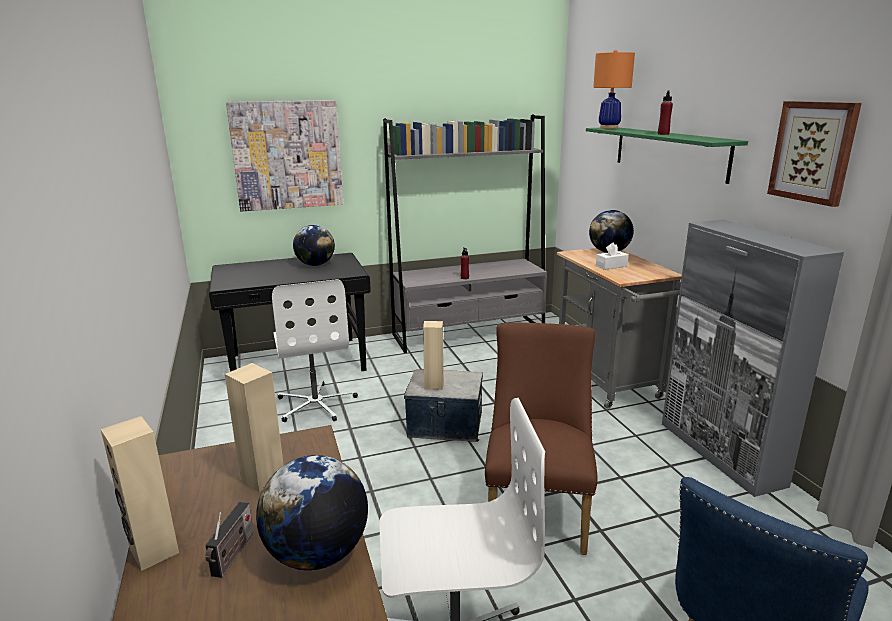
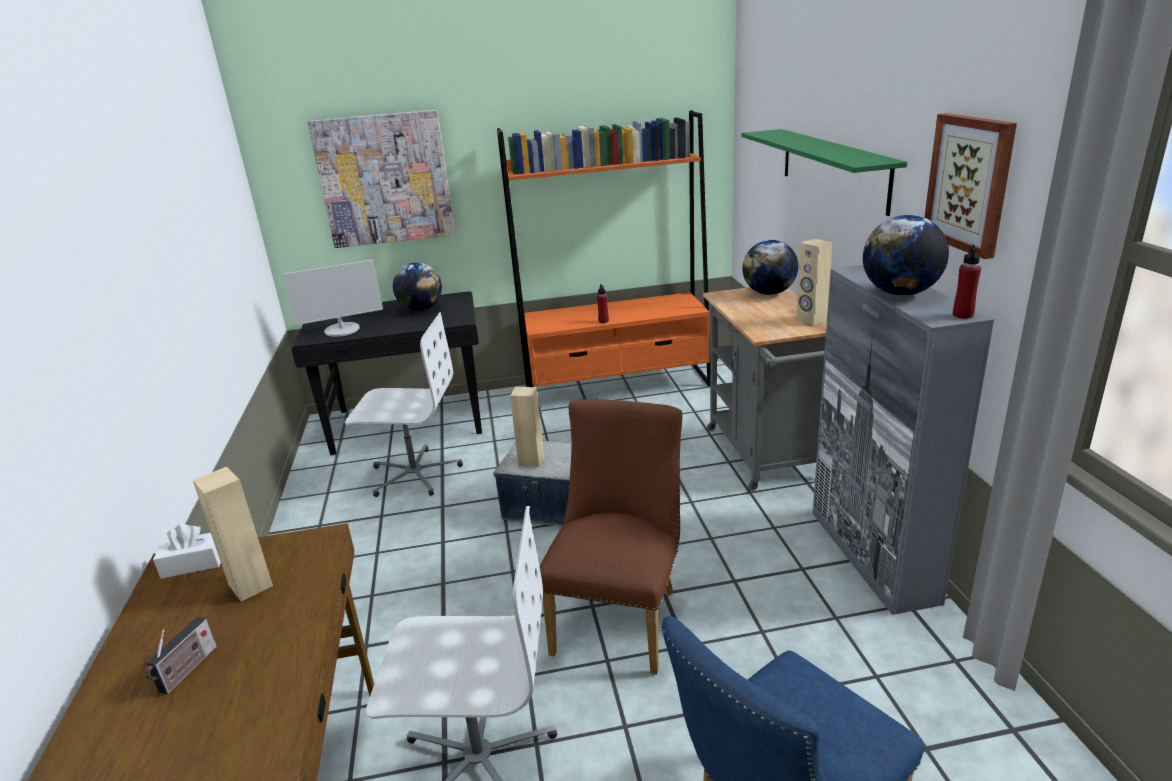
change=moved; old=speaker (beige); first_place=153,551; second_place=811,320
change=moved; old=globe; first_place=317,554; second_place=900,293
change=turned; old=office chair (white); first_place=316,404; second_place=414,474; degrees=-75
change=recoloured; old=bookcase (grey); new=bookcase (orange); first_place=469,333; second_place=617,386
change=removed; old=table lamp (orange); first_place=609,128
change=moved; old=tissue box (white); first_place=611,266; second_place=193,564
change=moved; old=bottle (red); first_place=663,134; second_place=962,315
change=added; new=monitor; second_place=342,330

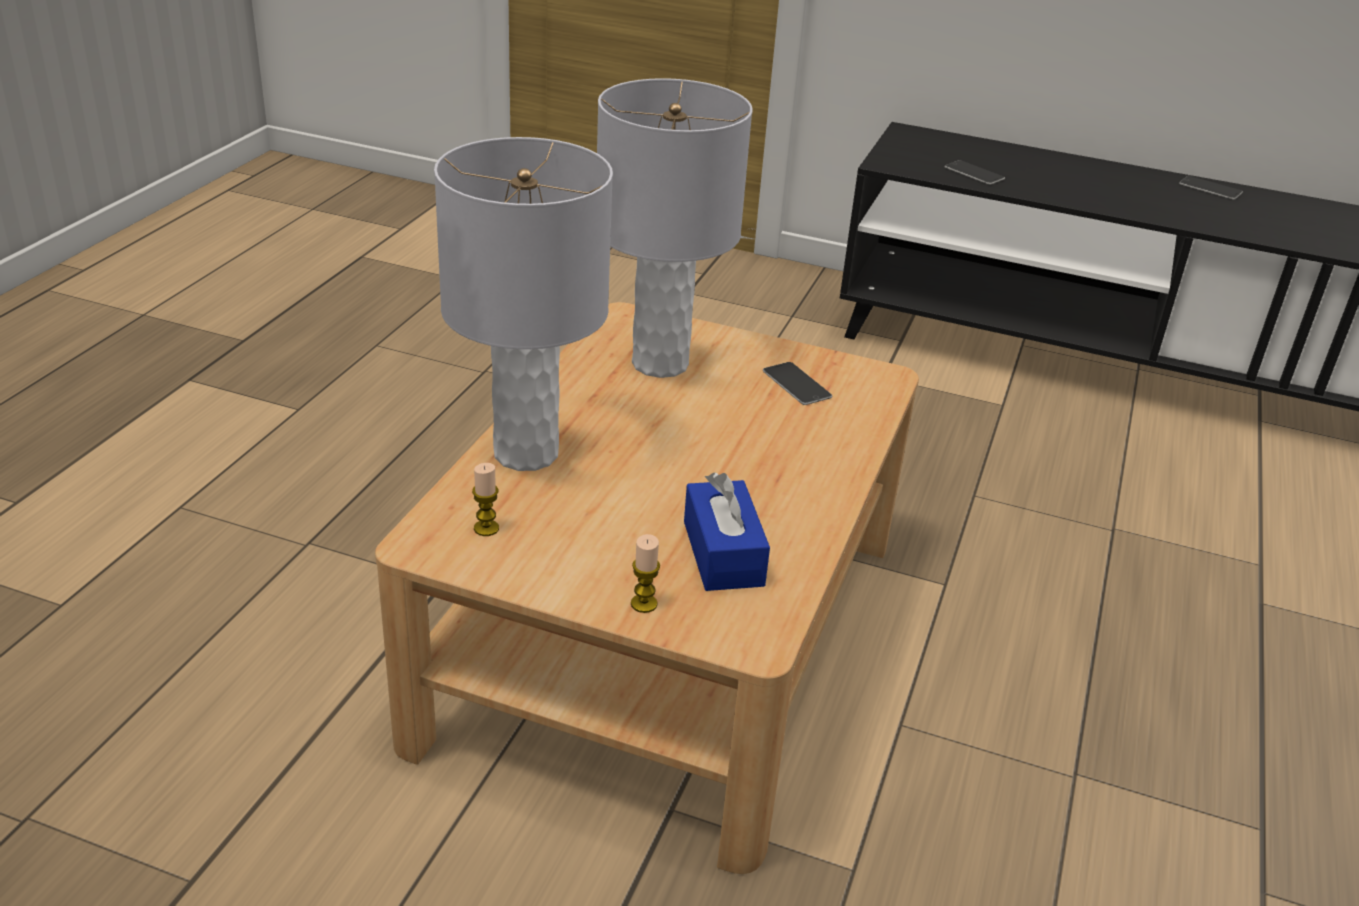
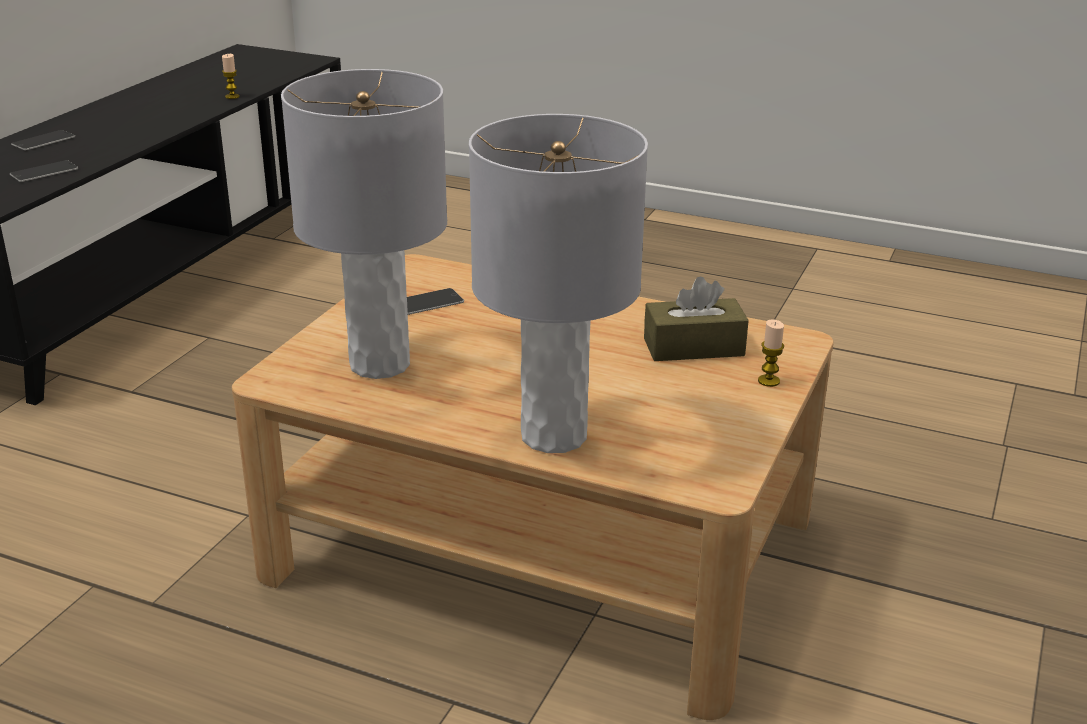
change=moved; old=candle; first_place=486,528; second_place=232,96
change=recoloured; old=tissue box (blue); new=tissue box (brown); first_place=723,553; second_place=693,347
change=moved; old=phone; first_place=1210,188; second_place=43,141

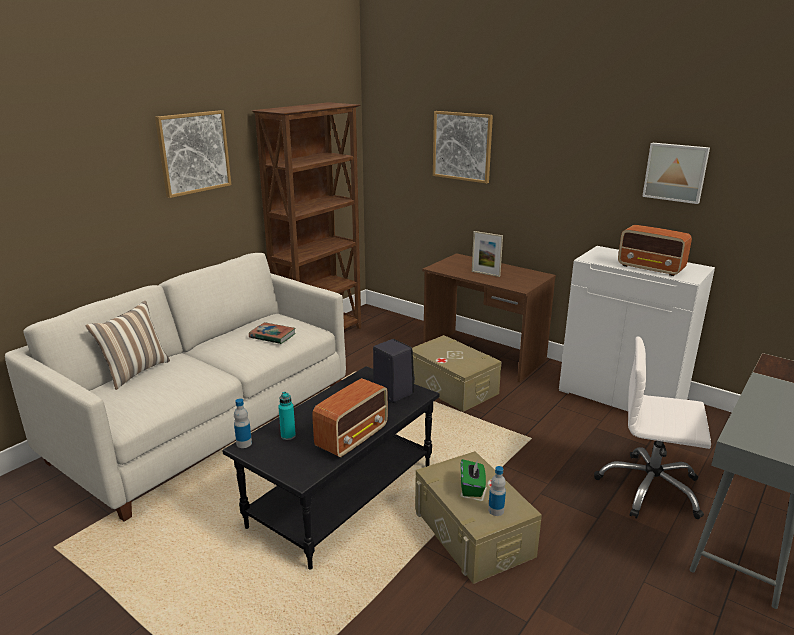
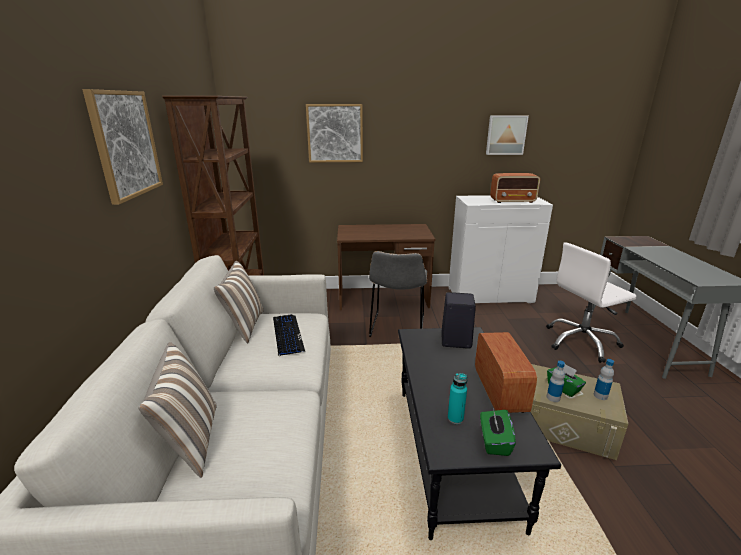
change=moved; old=bottle; first_place=244,443; second_place=553,397
change=replaced; old=book; new=keyboard; first_place=272,336; second_place=287,335
change=replaced; old=storage box (beige); new=chair (grey); first_place=452,387; second_place=397,328
change=removed; old=picture frame; first_place=485,274
change=added; new=pillow; second_place=244,326
change=added; new=tissue box (green); second_place=494,442

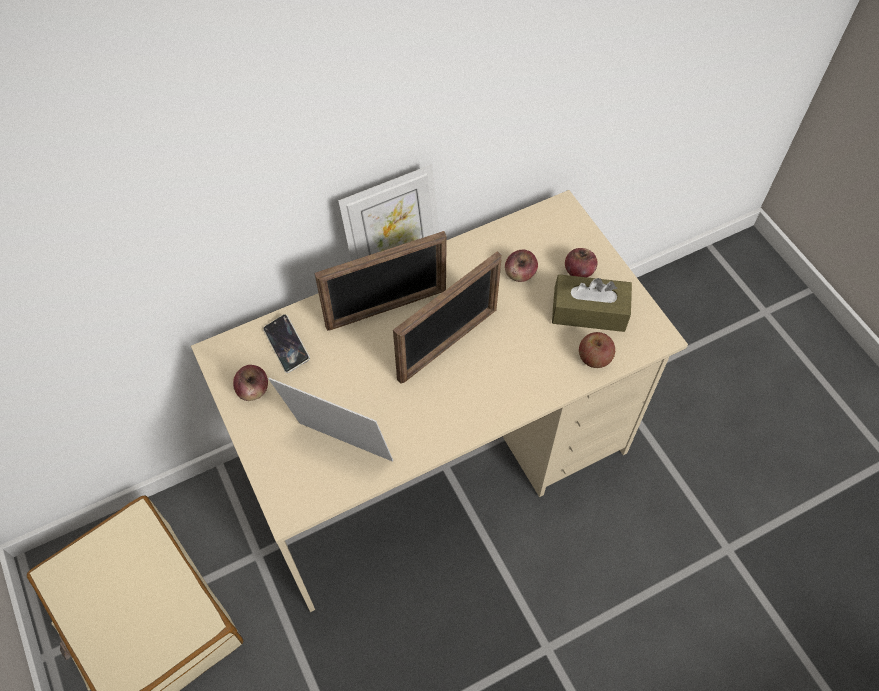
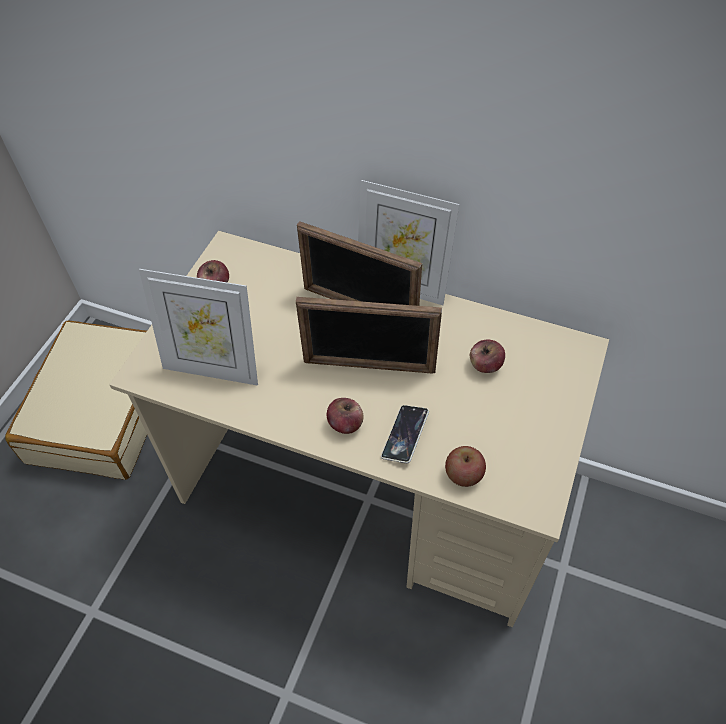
change=moved; old=phone; first_place=286,345; second_place=405,436
change=turned; old=picture frame; first_place=341,450; second_place=213,368; degrees=120
change=removed; old=tissue box (brown); first_place=589,312
change=moved; old=apple; first_place=579,271; second_place=345,424

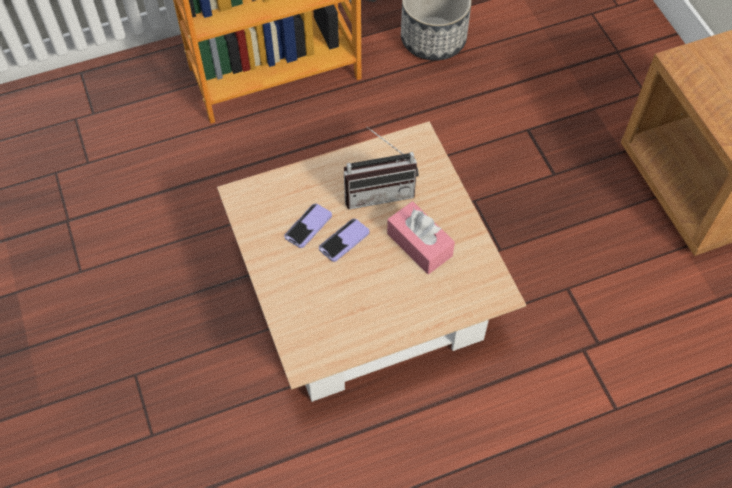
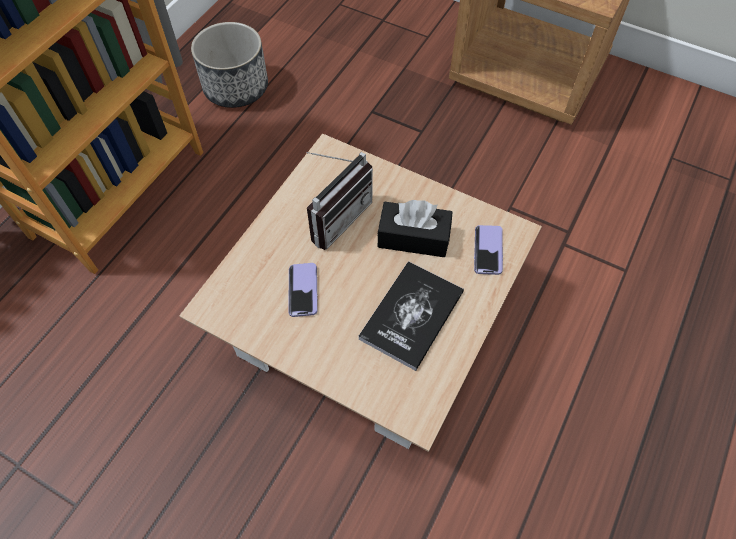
change=moved; old=phone; first_place=344,241; second_place=488,250
change=recoloured; old=tissue box (pink); new=tissue box (black); first_place=419,244; second_place=413,237
change=added; new=book; second_place=411,315

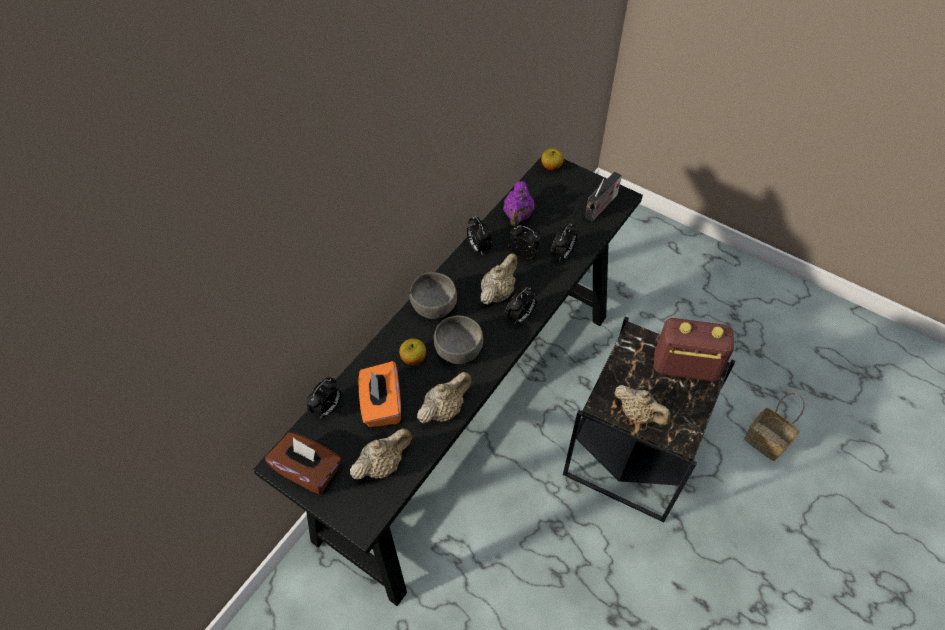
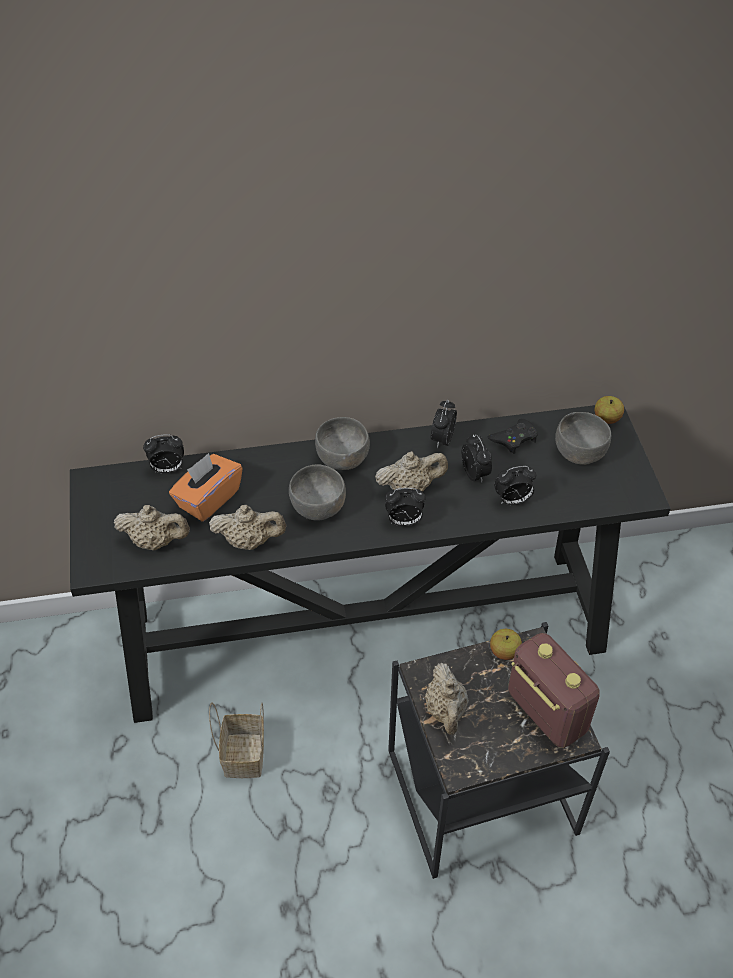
change=removed; old=tissue box (brown); first_place=308,471
change=moved; old=apple; first_place=413,358; second_place=504,652
change=replaced; old=teapot (purple); new=game controller (black); first_place=518,216; second_place=514,439
change=removed; old=radio; first_place=600,208
change=moved; old=basket; first_place=764,441; second_place=243,754
change=added; new=bowl (grey); second_place=579,452

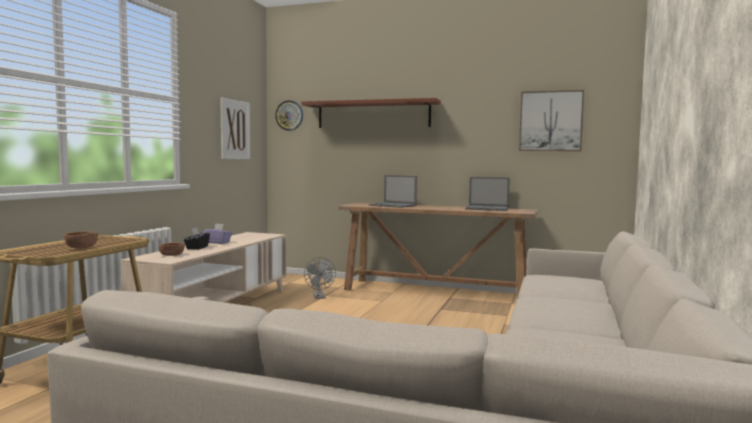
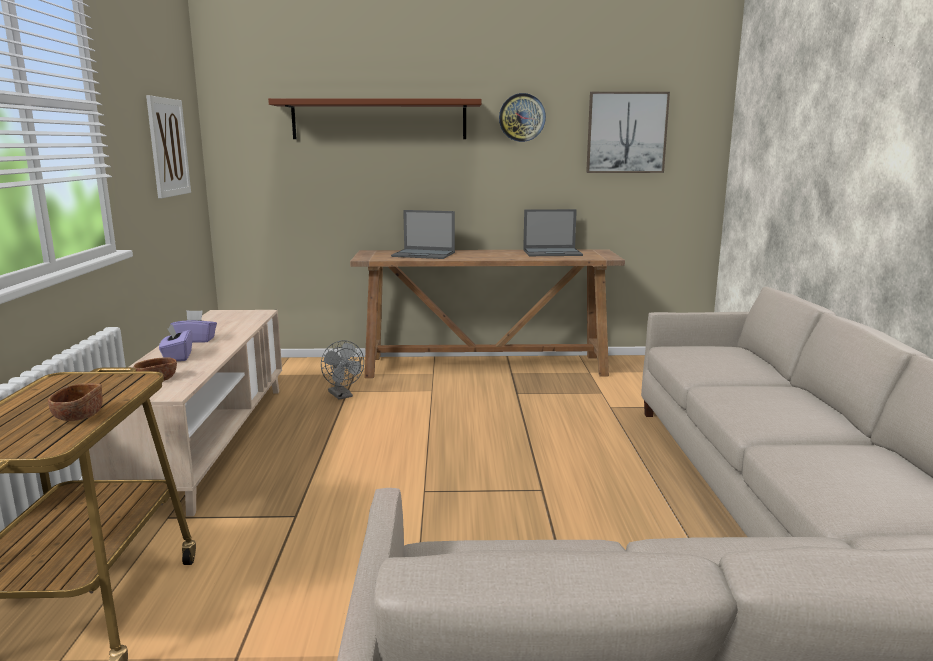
change=recoloured; old=tissue box (black); new=tissue box (purple); first_place=197,248; second_place=177,357
change=moved; old=wall clock; first_place=289,115; second_place=522,117

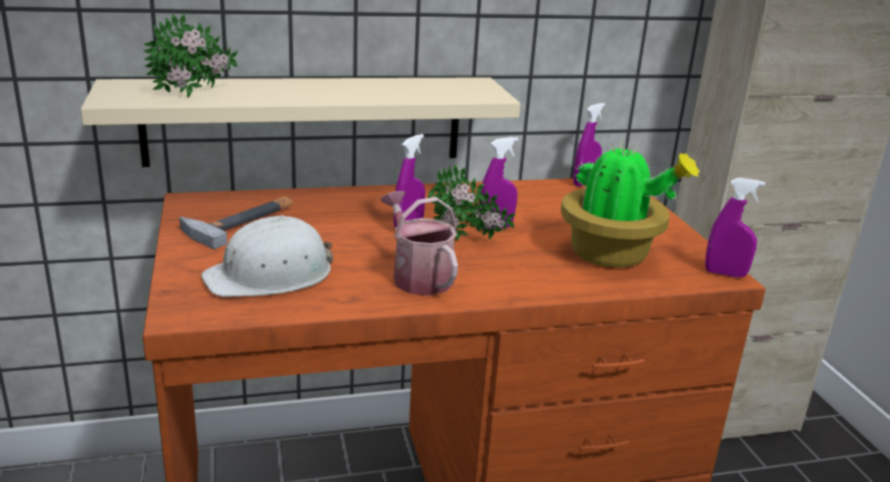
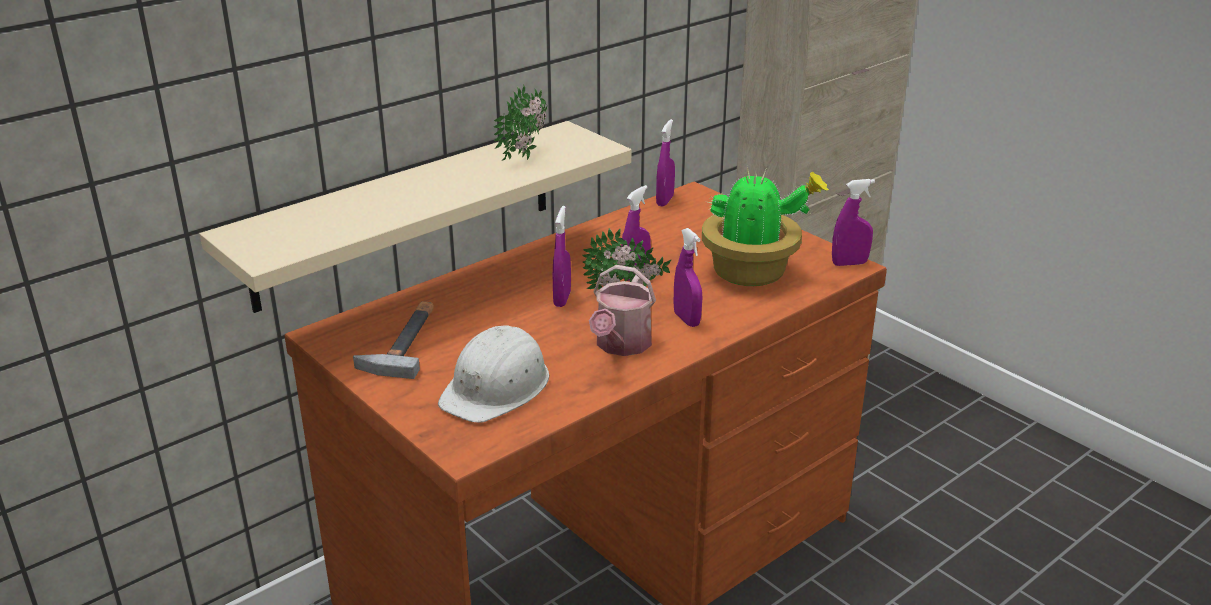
change=moved; old=potted plant; first_place=196,95; second_place=528,155
change=turned; old=watering can; first_place=418,276; second_place=621,345; degrees=-105
change=added; new=spray bottle (purple); second_place=686,319

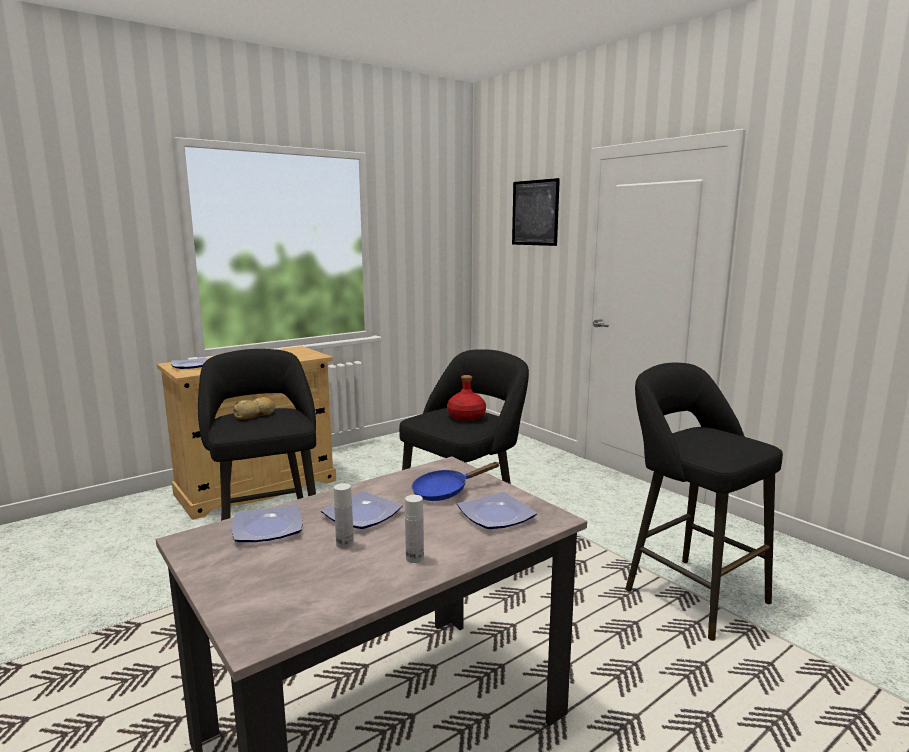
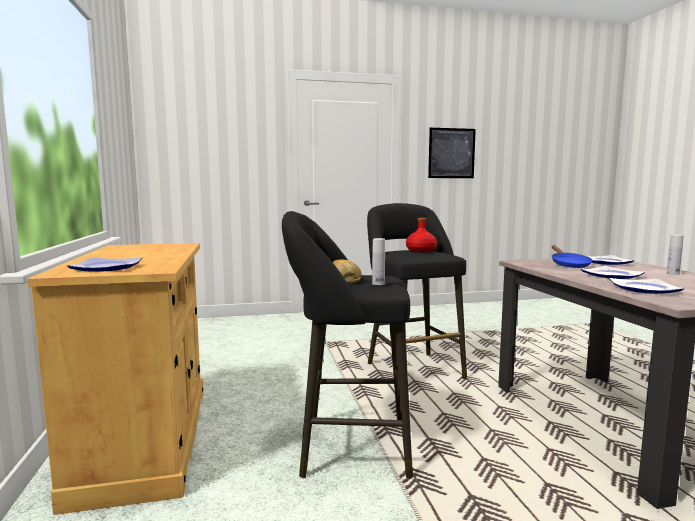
change=moved; old=bottle (white); first_place=345,544; second_place=378,284
change=moved; old=picture; first_place=535,213; second_place=451,153
change=removed; old=stool (black); first_place=689,592

